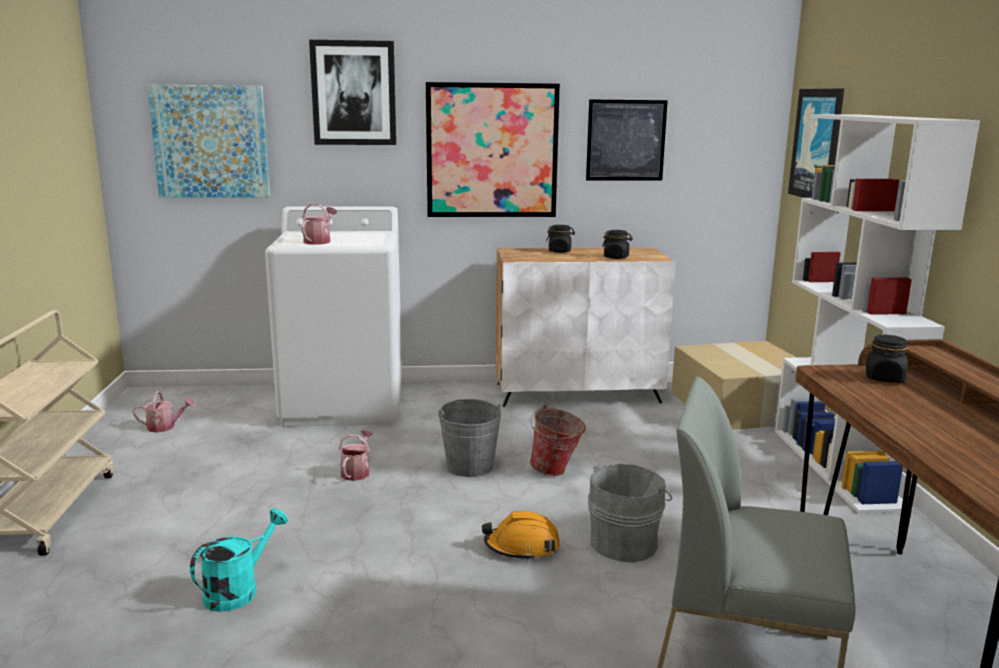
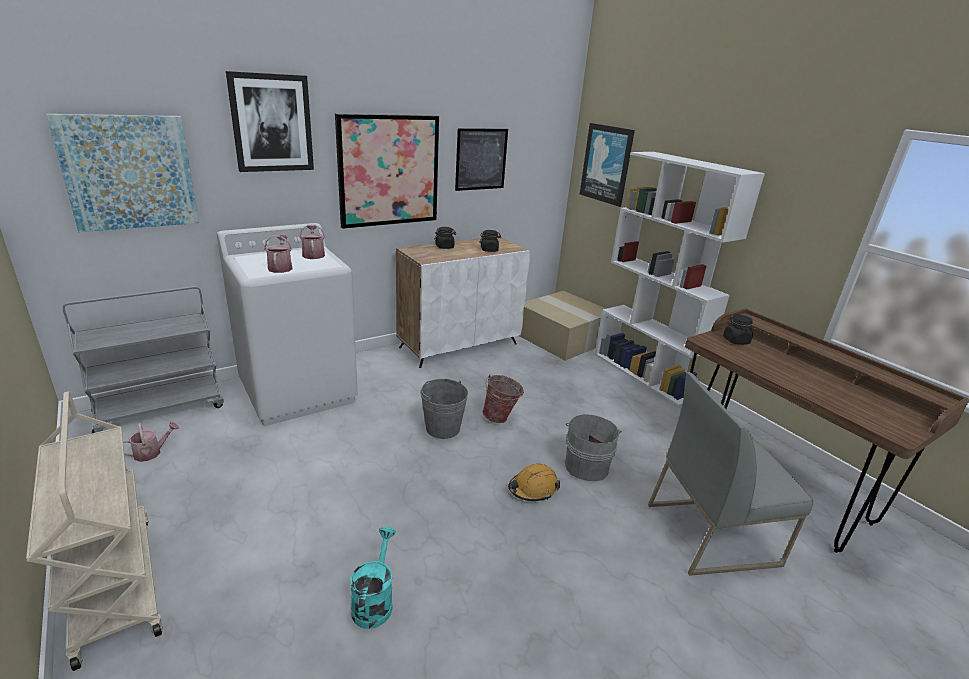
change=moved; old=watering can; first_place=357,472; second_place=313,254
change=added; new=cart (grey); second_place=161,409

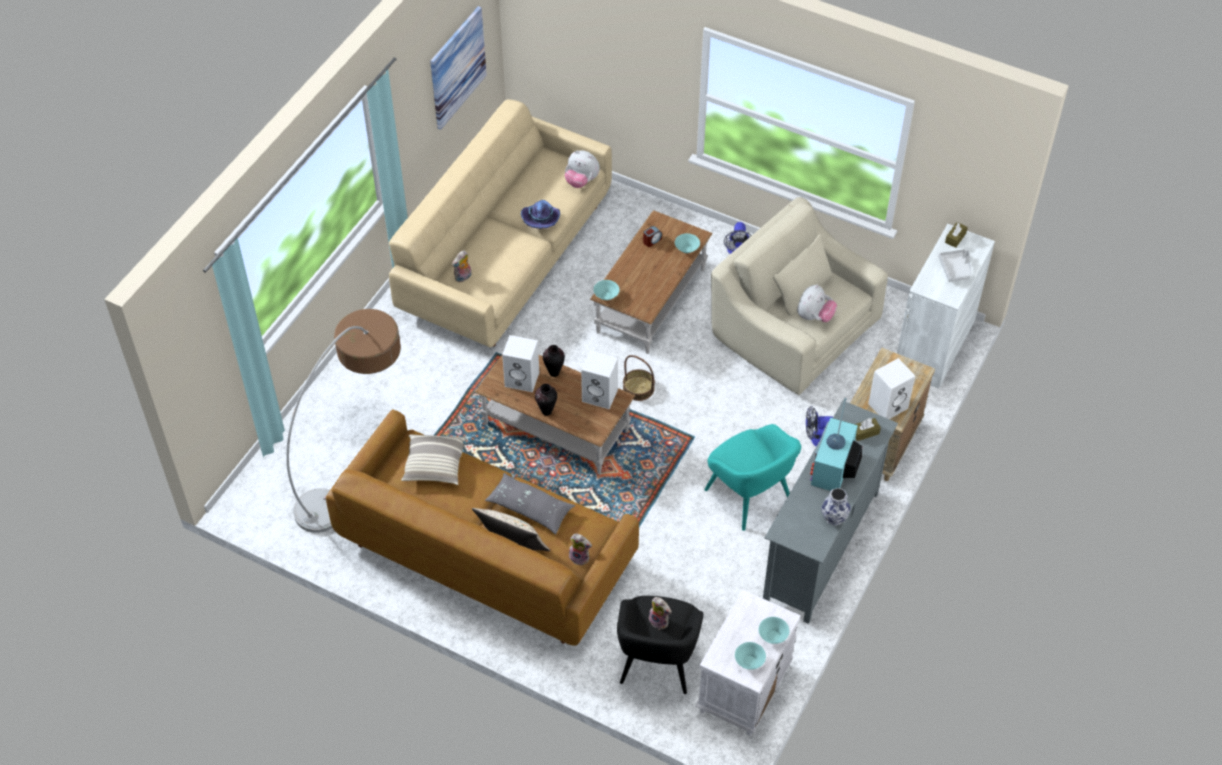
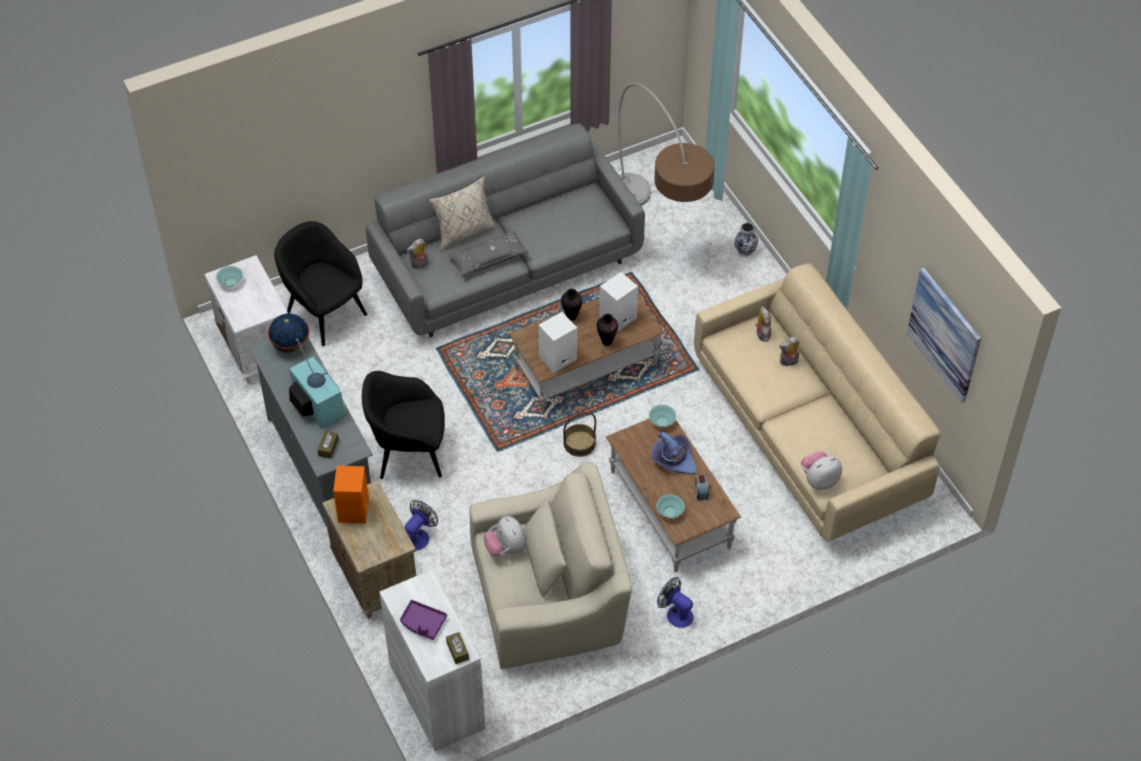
change=recoloured; old=sofa (brown); new=sofa (grey); first_place=484,553; second_place=506,265
change=removed; old=pillow; first_place=434,465
change=moved; old=hat (purple); first_place=541,219; second_place=673,459
change=moved; old=plush toy; first_place=660,621; second_place=788,362
change=recoloured; old=armchair (turquoise); new=armchair (black); first_place=749,496; second_place=408,453
change=removed; old=bowl (turquoise); first_place=773,635
change=moved; old=vase; first_place=834,518; second_place=744,250
change=recoloured; old=speaker (white); new=speaker (orange); first_place=888,405; second_place=354,511
change=recoloured; old=tray (grey); new=tray (purple); first_place=955,269; second_place=423,623
change=added; new=globe; second_place=291,345

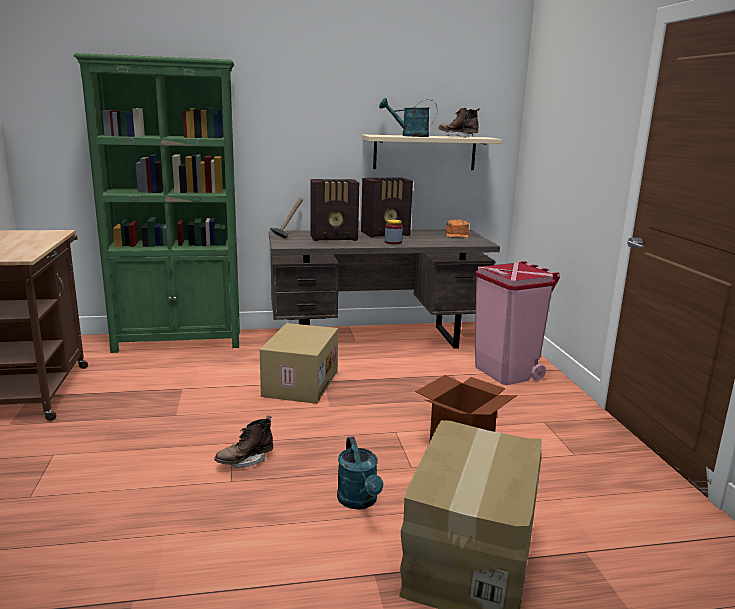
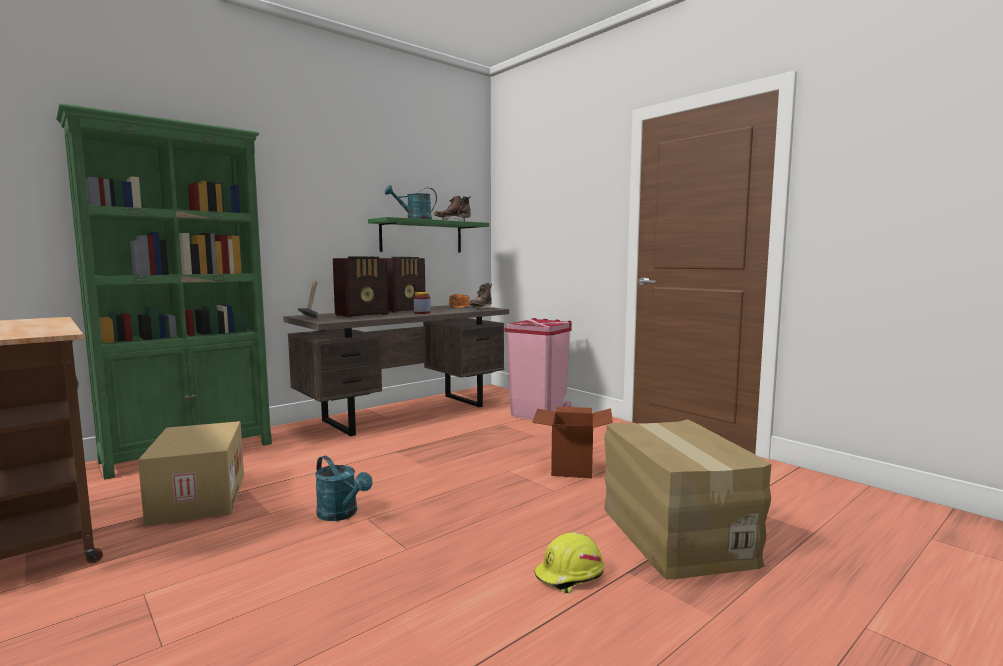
change=moved; old=boot (brown); first_place=245,461; second_place=481,309
change=moved; old=cardboard box; first_place=299,383; second_place=197,498
change=moved; old=watering can (turquoise); first_place=359,502; second_place=342,514
change=recoloured; old=shelf (beige); new=shelf (green); first_place=425,152; second_place=421,237
change=added; new=hard hat (yellow); second_place=570,576

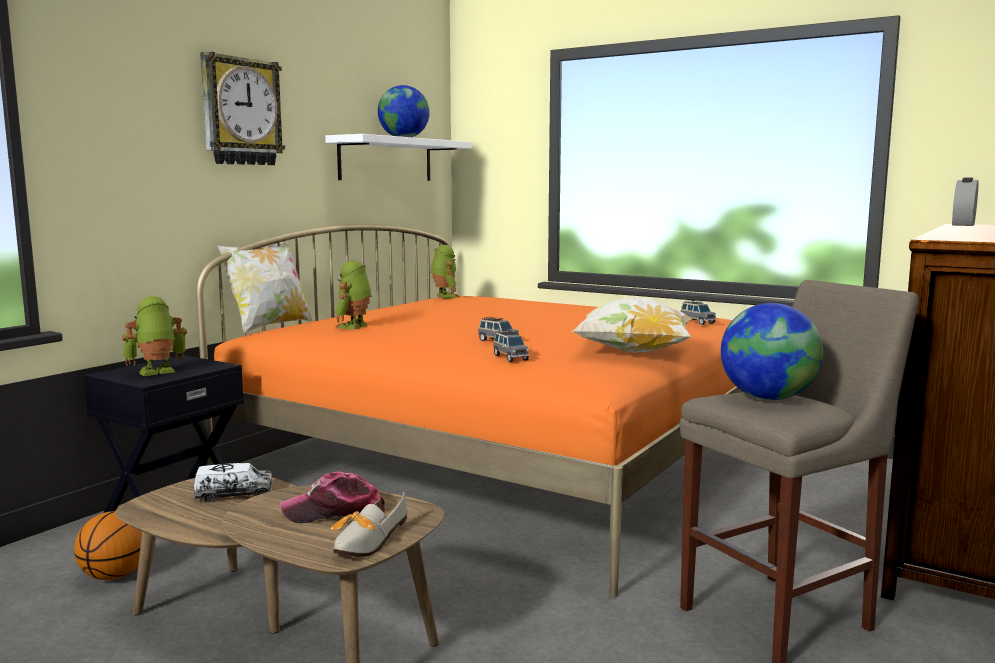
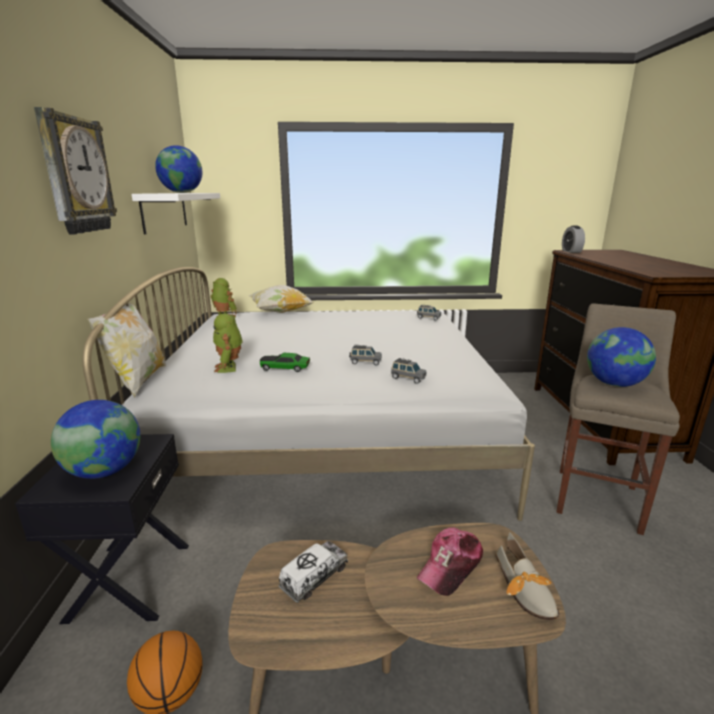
change=replaced; old=toy robot; new=globe; first_place=157,372; second_place=104,471
change=recoloured; old=bed (orange); new=bed (white); first_place=506,460; second_place=327,431
change=moved; old=pillow; first_place=633,352; second_place=280,312
change=added; new=toy car; second_place=285,368

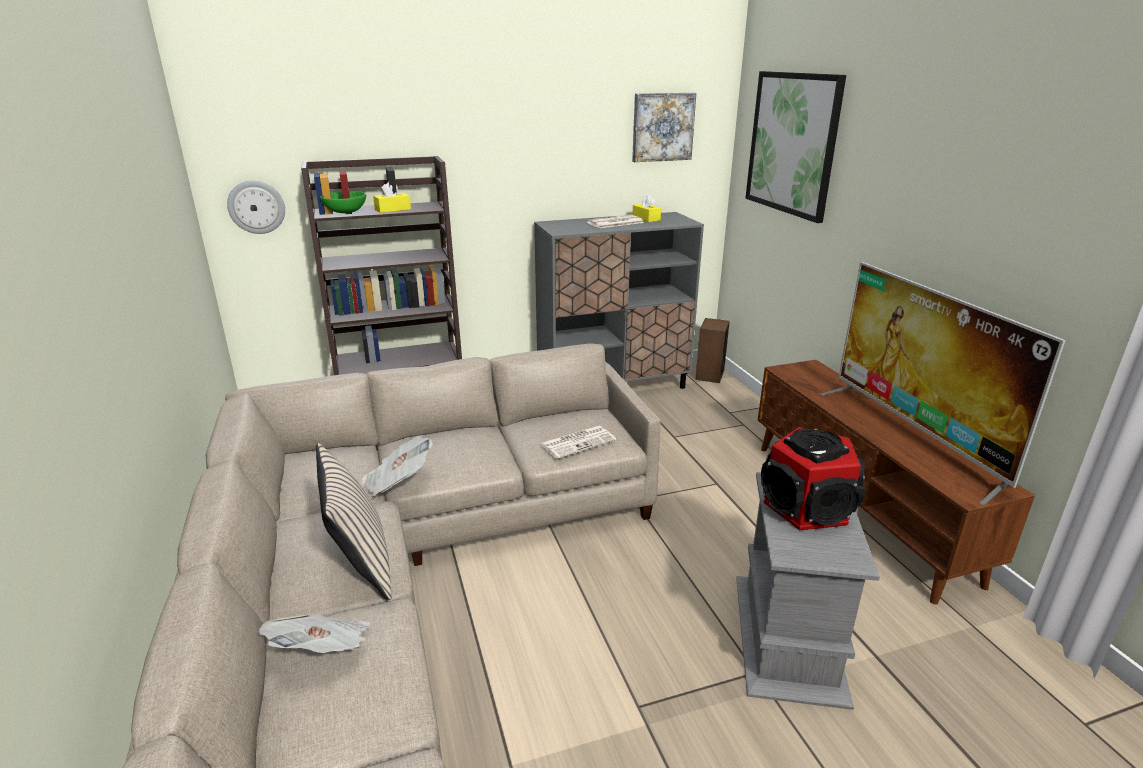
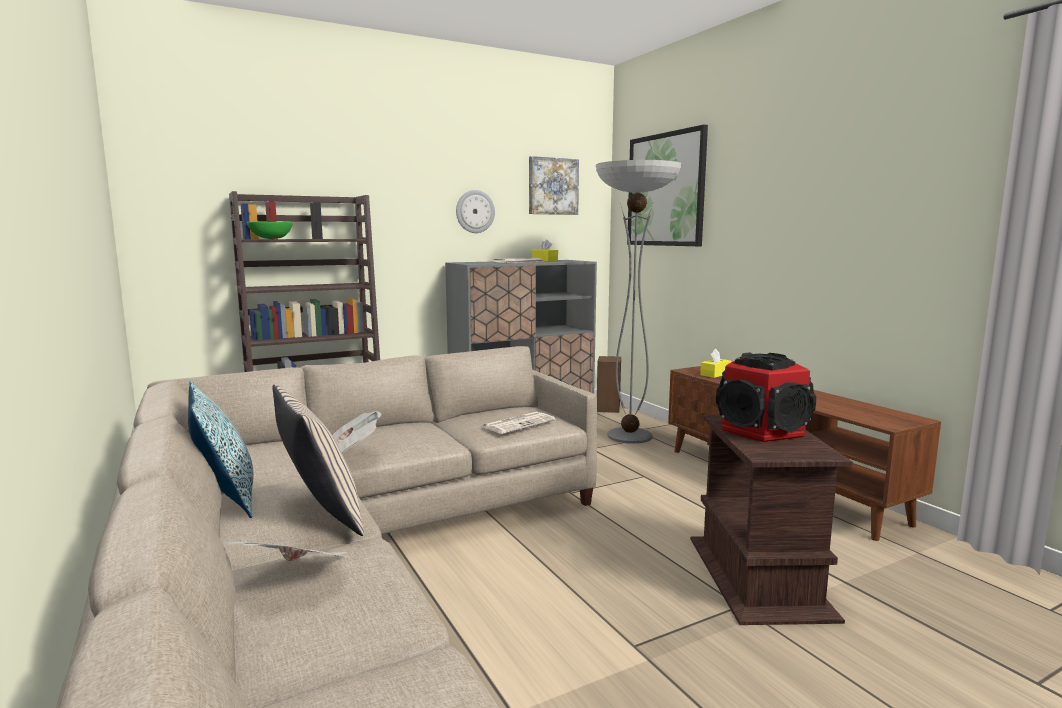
change=moved; old=wall clock; first_place=256,207; second_place=475,211
change=moved; old=tissue box (yellow); first_place=393,209; second_place=715,374
change=recoloured; old=side table (grey); new=side table (brown); first_place=788,635; second_place=757,575
change=removed; old=television; first_place=914,437
change=added; new=pillow; second_place=226,498
change=added; new=floor lamp; second_place=629,436

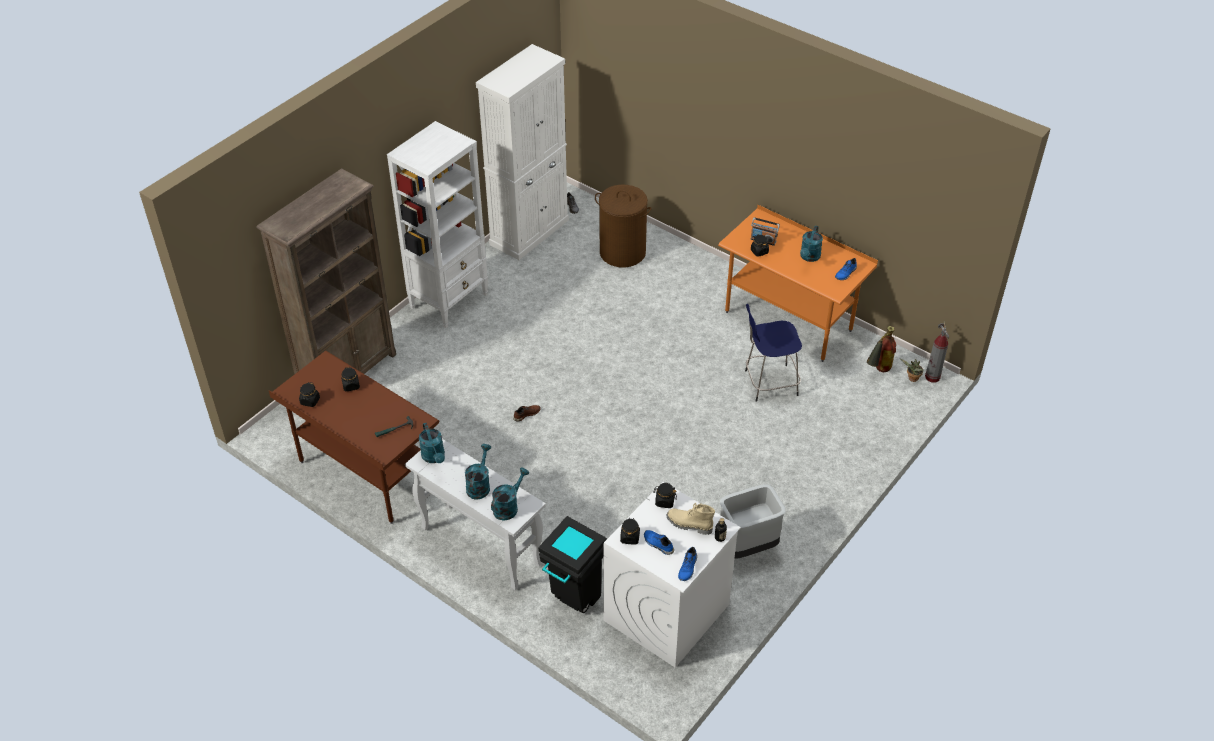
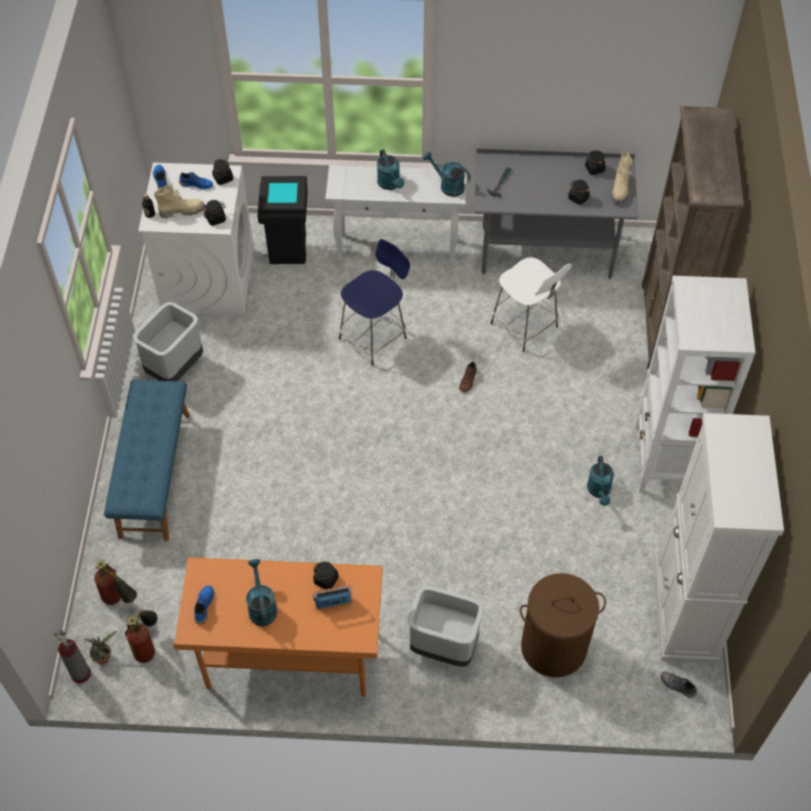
change=recoloured; old=desk (brown); new=desk (grey); first_place=366,474; second_place=546,253
change=moved; old=watering can (turquoise); first_place=508,506; second_place=599,491
change=moved; old=stool (blue); first_place=769,383; second_place=374,337
change=added; new=fire extinguisher; second_place=119,600
change=added; new=bench (blue); second_place=154,474
change=added; new=trash can (grey); second_place=443,647
change=added; new=stool (white); second_place=525,326
change=added; new=boot (beige); second_place=620,189

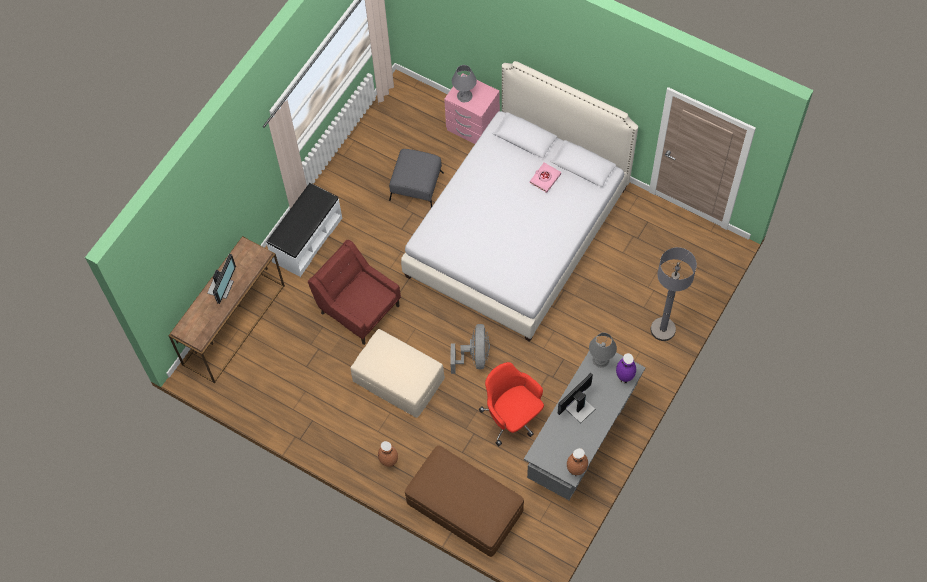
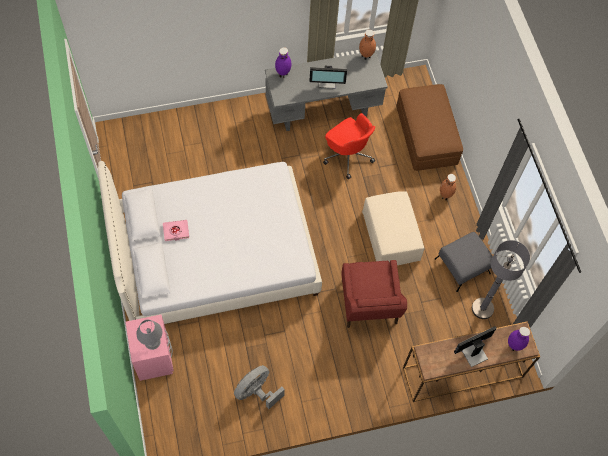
change=removed; old=bench (white); first_place=306,239
change=moved; old=ottoman (grey); first_place=416,186; second_place=462,266
change=moved; old=fan (grey); first_place=474,357; second_place=257,391
change=turned; old=office chair (red); first_place=512,417; second_place=347,155; degrees=-45
change=removed; old=table lamp (grey); first_place=600,359
change=moved; old=floor lamp (grey); first_place=663,329; second_place=482,308
change=added; new=vase (purple); second_place=513,346

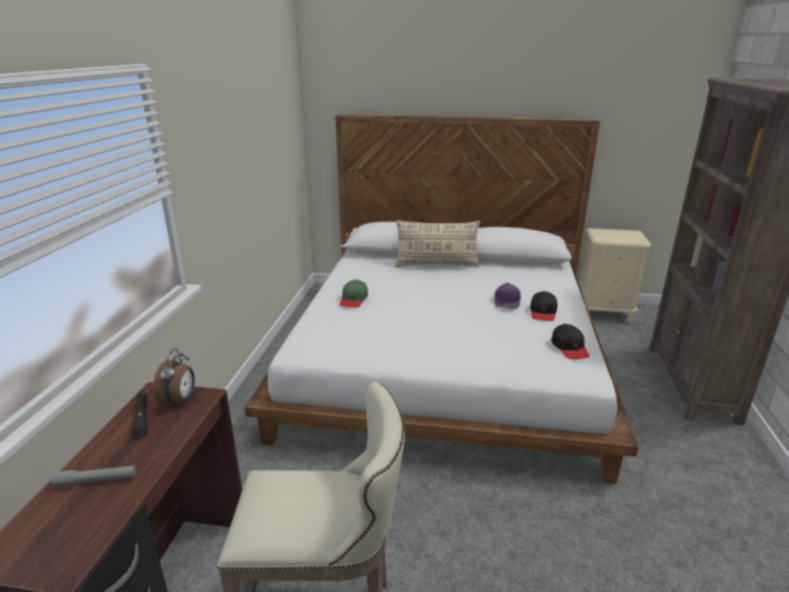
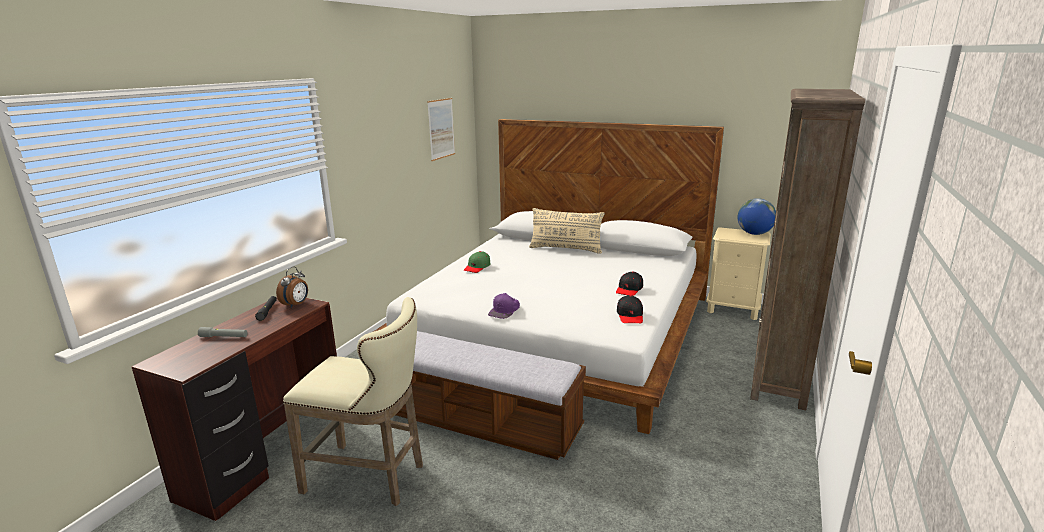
change=moved; old=cap (purple); first_place=507,300; second_place=505,311
change=added; new=bench; second_place=482,422
change=added; new=picture; second_place=441,128
change=added; new=globe; second_place=754,234

